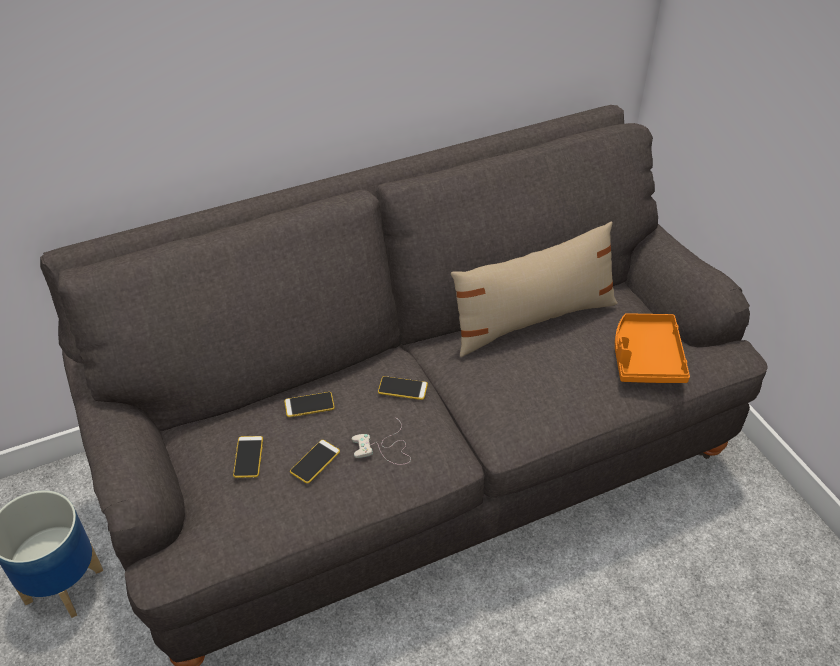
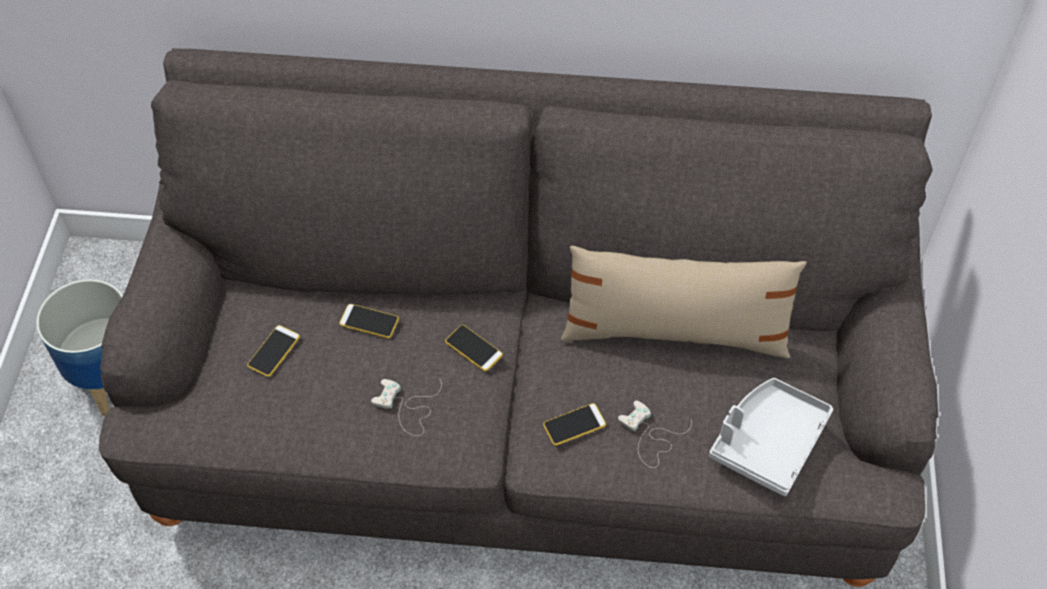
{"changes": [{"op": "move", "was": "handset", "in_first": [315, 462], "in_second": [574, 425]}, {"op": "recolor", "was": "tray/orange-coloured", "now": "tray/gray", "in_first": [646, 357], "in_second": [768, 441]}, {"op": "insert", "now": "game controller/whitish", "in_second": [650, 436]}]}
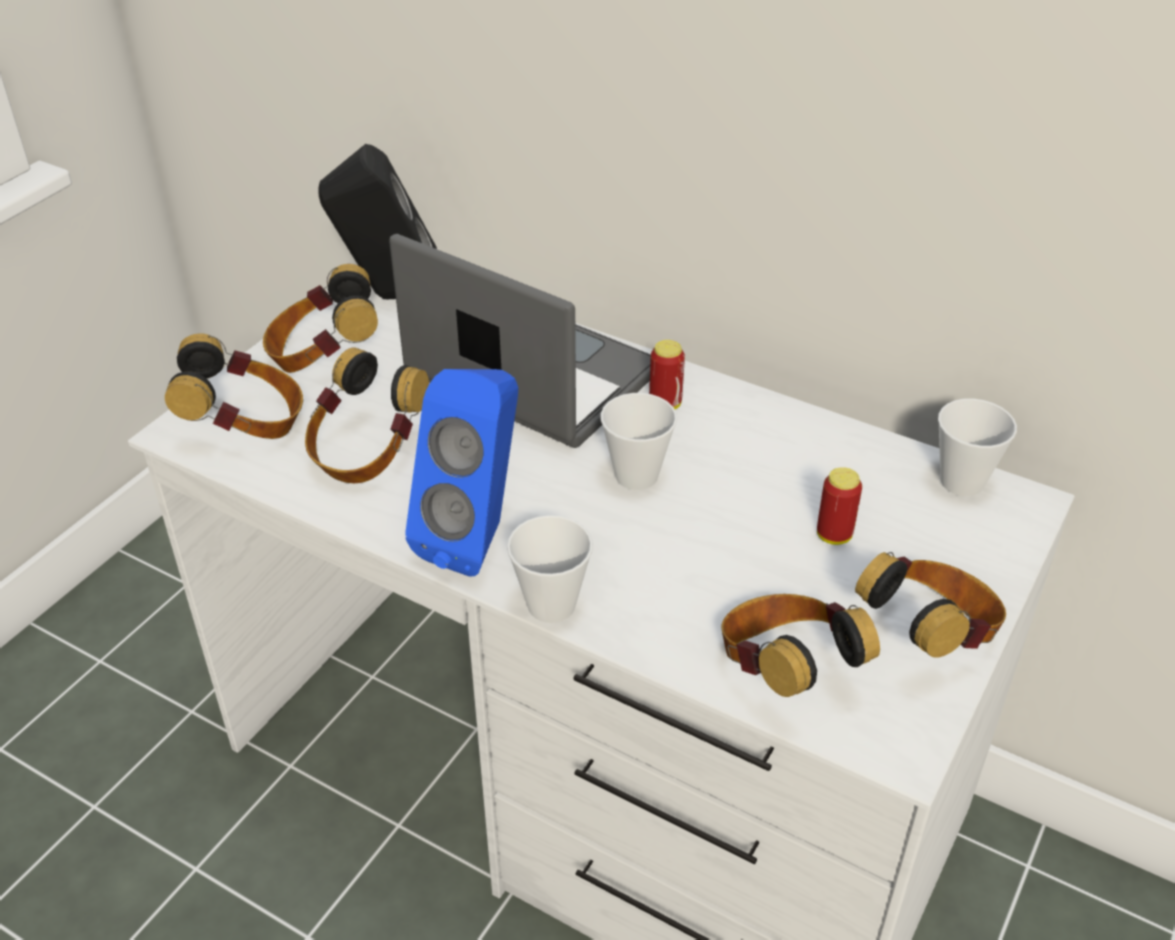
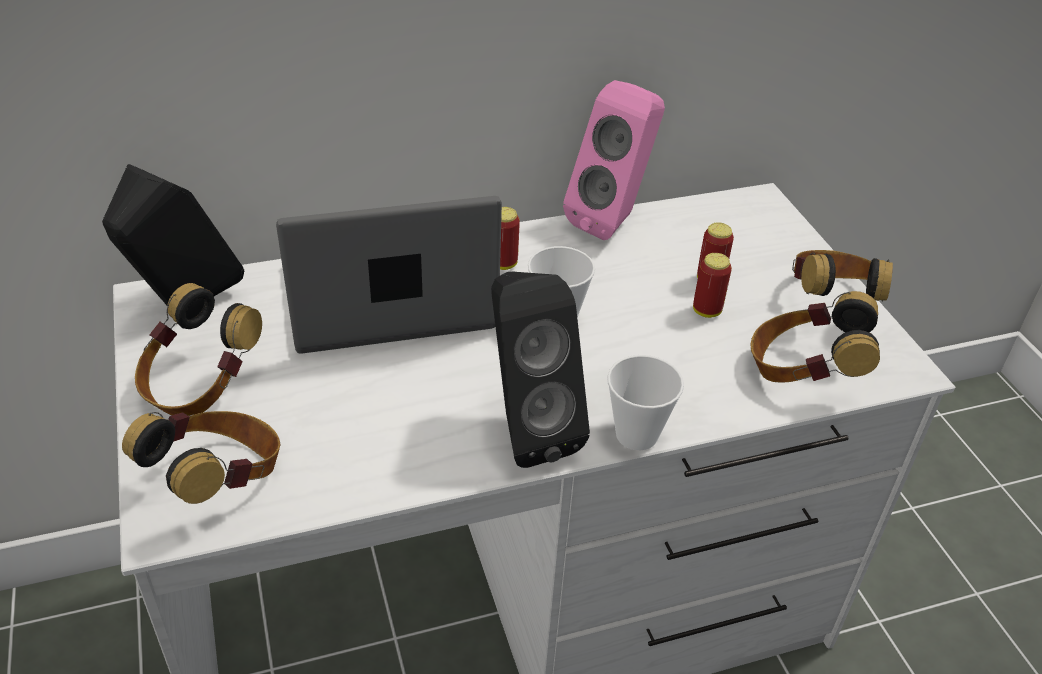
{"changes": [{"op": "delete", "was": "headphones", "in_first": [366, 453]}, {"op": "recolor", "was": "audio speaker/bluish", "now": "audio speaker/black-coloured", "in_first": [477, 538], "in_second": [526, 429]}, {"op": "delete", "was": "drinking cup", "in_first": [962, 482]}, {"op": "insert", "now": "audio speaker/pinkish", "in_second": [613, 220]}, {"op": "insert", "now": "metal can", "in_second": [707, 311]}]}
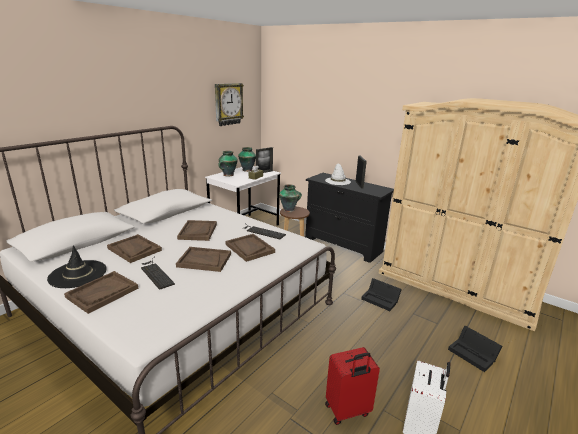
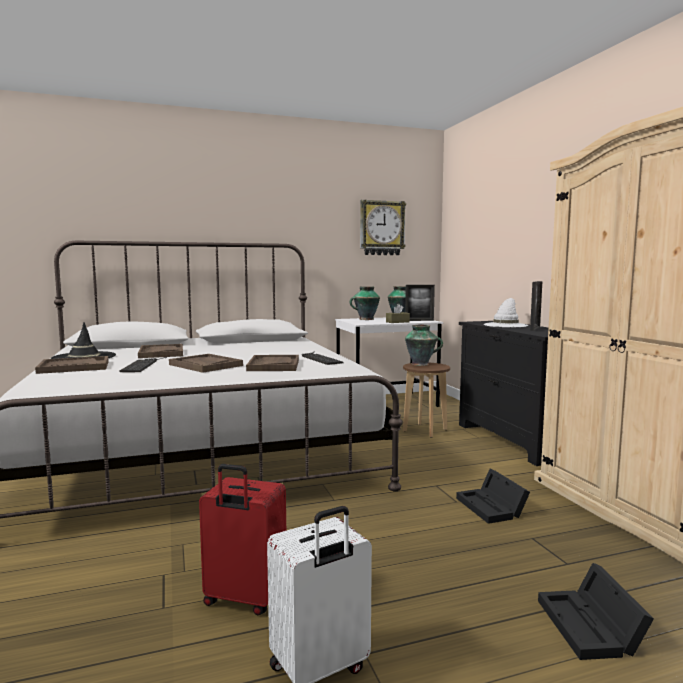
{"changes": [{"op": "delete", "was": "tray/brownish", "in_first": [198, 231]}]}
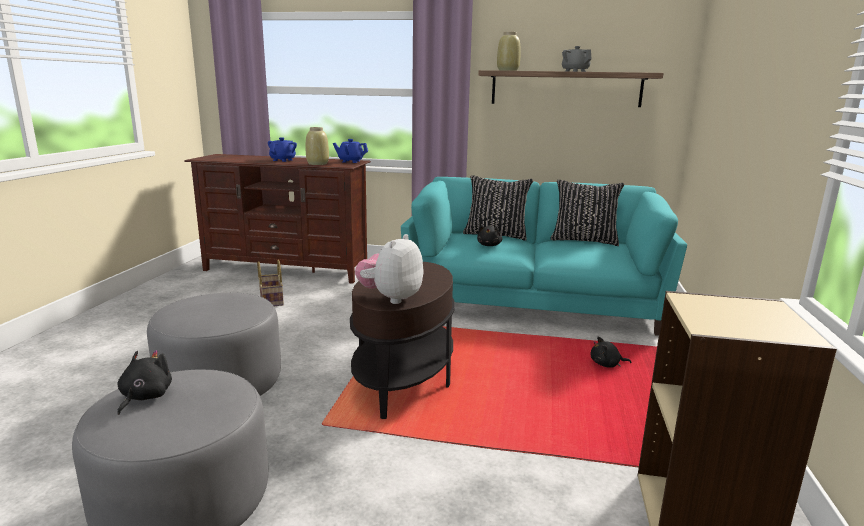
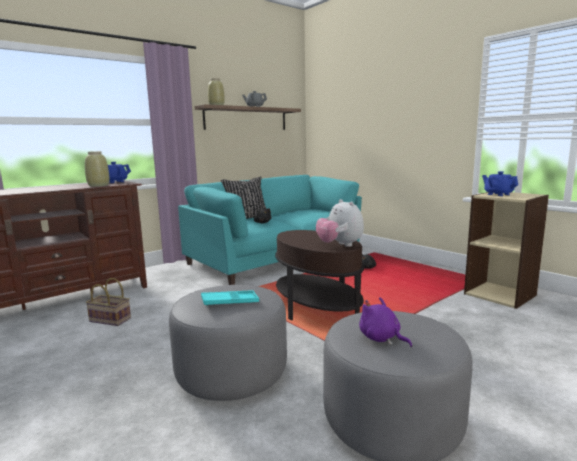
{"changes": [{"op": "recolor", "was": "soft toy/black-coloured", "now": "soft toy/purple-coloured", "in_first": [144, 397], "in_second": [381, 338]}, {"op": "move", "was": "pot for tea/bluish", "in_first": [283, 160], "in_second": [498, 194]}, {"op": "delete", "was": "cushion/black-coloured", "in_first": [584, 240]}, {"op": "insert", "now": "tray/turquoise-coloured", "in_second": [230, 302]}]}
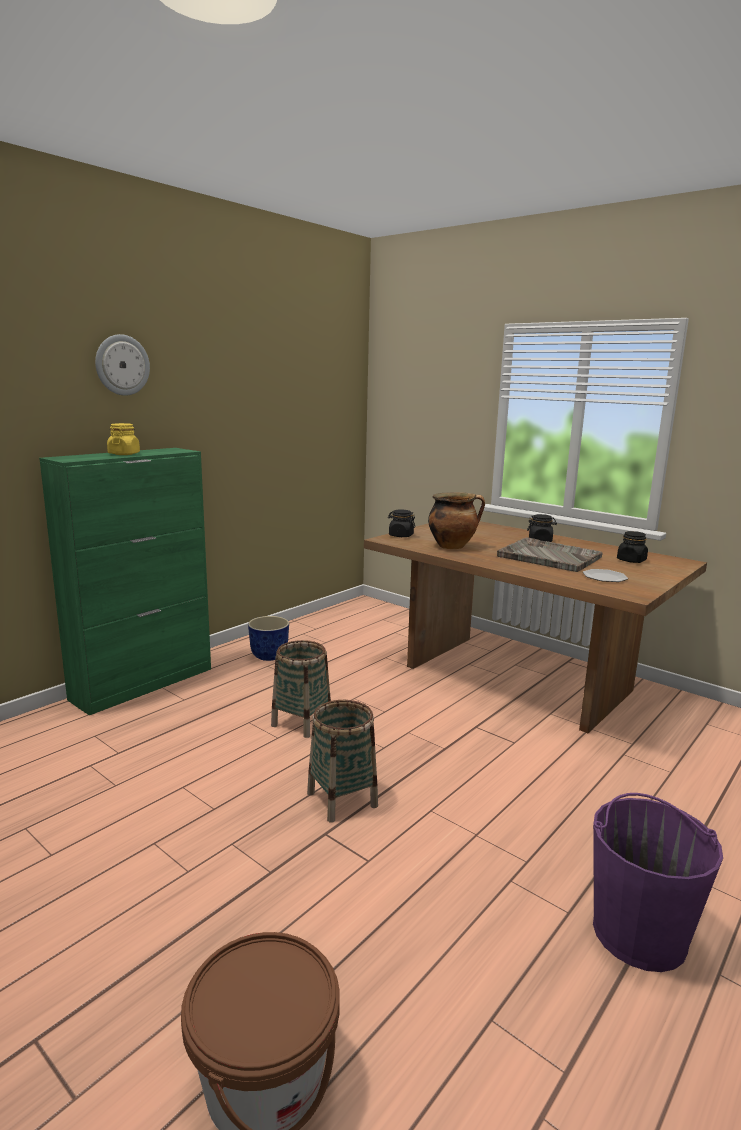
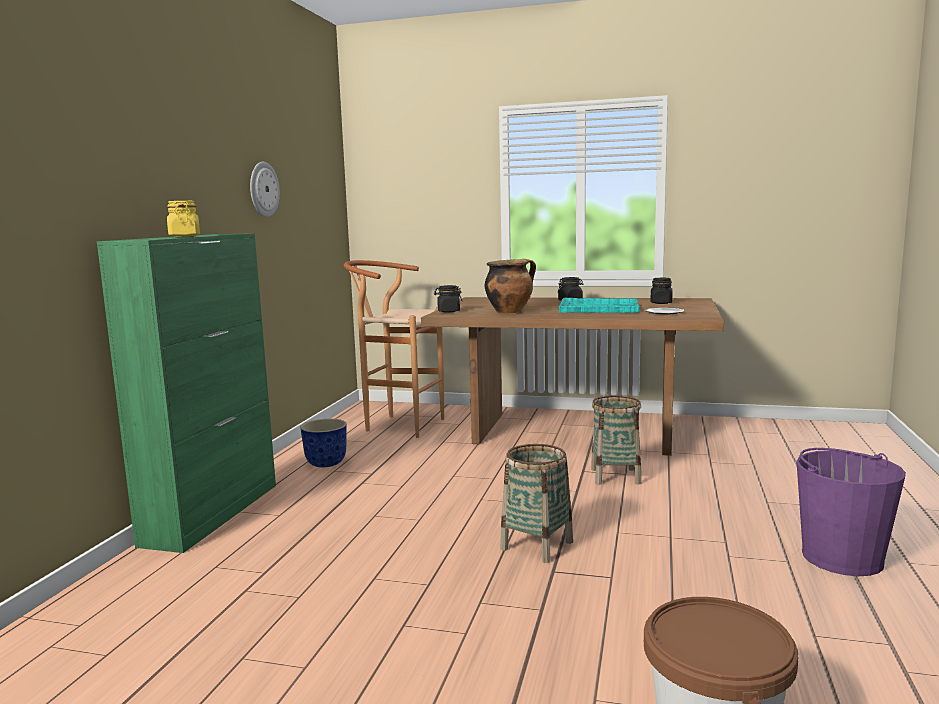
{"changes": [{"op": "move", "was": "hanging clock", "in_first": [122, 365], "in_second": [263, 189]}, {"op": "move", "was": "storage basket", "in_first": [301, 722], "in_second": [615, 476]}, {"op": "recolor", "was": "tray/gray", "now": "tray/turquoise-coloured", "in_first": [548, 556], "in_second": [598, 308]}, {"op": "insert", "now": "stool seat/brownish", "in_second": [397, 425]}]}
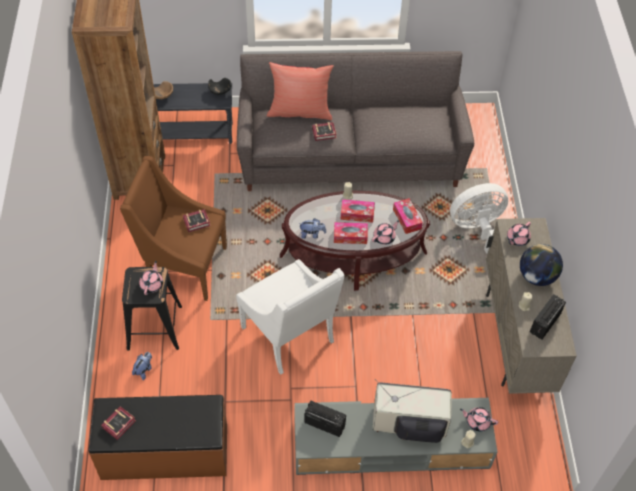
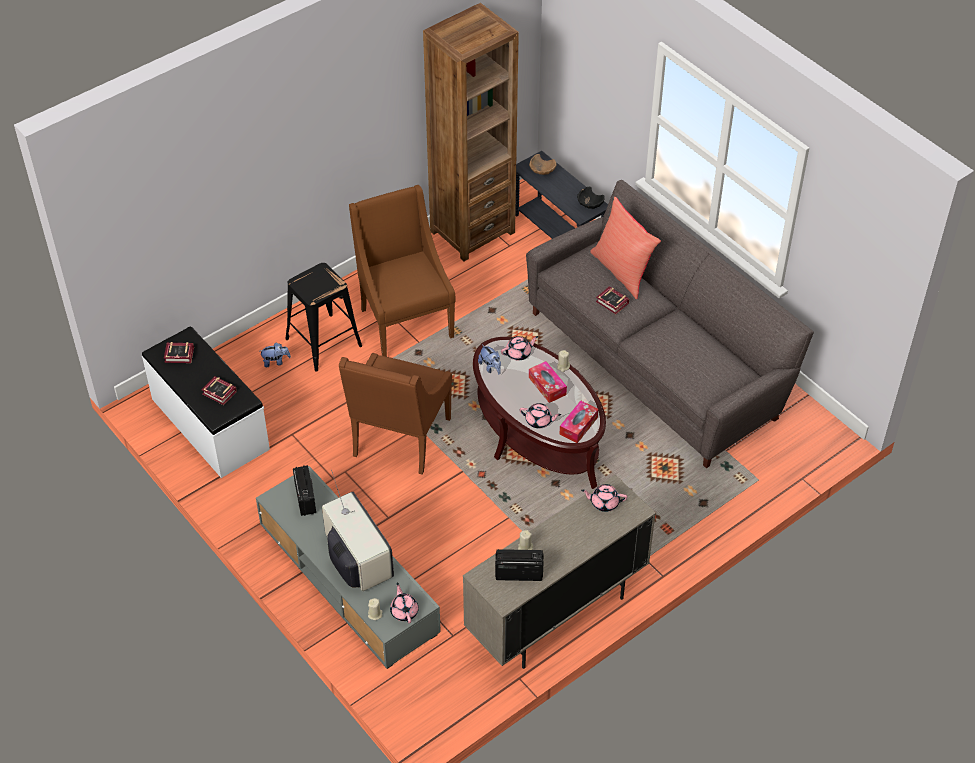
{"changes": [{"op": "recolor", "was": "long seat/brownish", "now": "long seat/whitish", "in_first": [165, 453], "in_second": [209, 424]}, {"op": "move", "was": "pot for tea/pinkish", "in_first": [152, 284], "in_second": [519, 353]}, {"op": "move", "was": "volume", "in_first": [198, 222], "in_second": [220, 394]}, {"op": "recolor", "was": "lounge chair/whitish", "now": "lounge chair/brownish", "in_first": [290, 336], "in_second": [399, 439]}, {"op": "delete", "was": "tissue box", "in_first": [350, 236]}, {"op": "delete", "was": "fan/whitish", "in_first": [479, 229]}, {"op": "delete", "was": "desk globe", "in_first": [536, 276]}]}
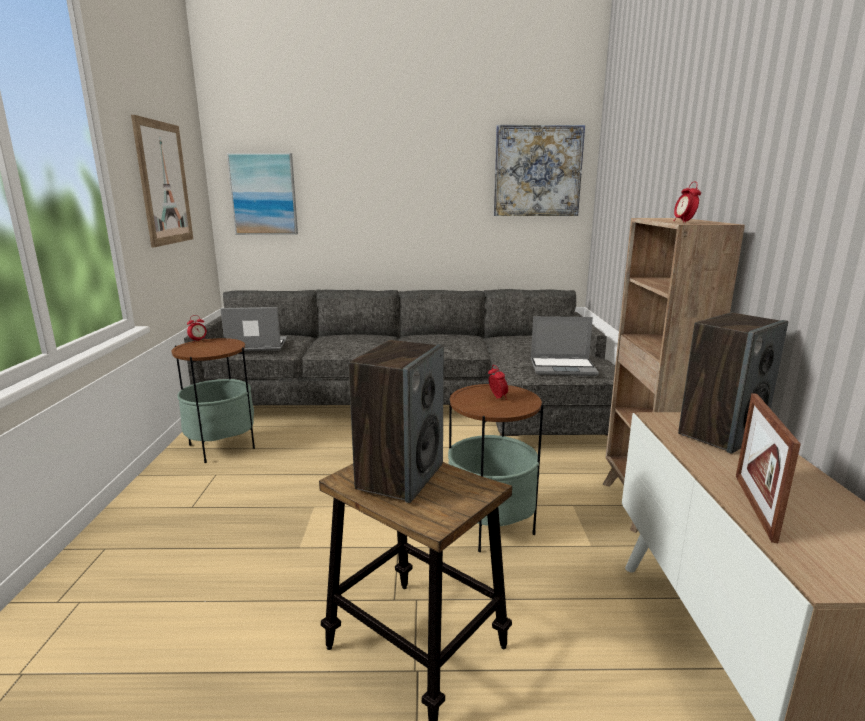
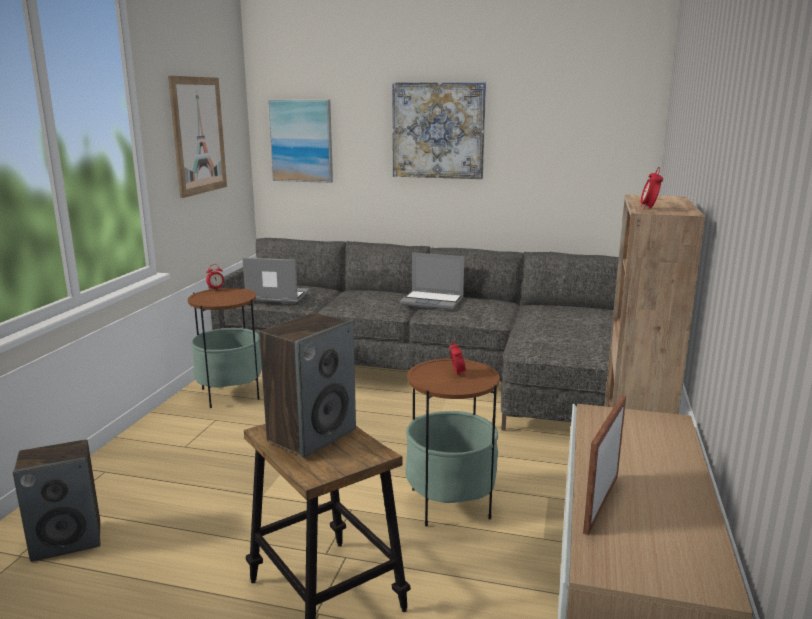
{"changes": [{"op": "move", "was": "wall picture", "in_first": [537, 171], "in_second": [438, 130]}, {"op": "move", "was": "portable computer", "in_first": [563, 368], "in_second": [433, 301]}, {"op": "move", "was": "audio speaker", "in_first": [721, 433], "in_second": [68, 540]}]}
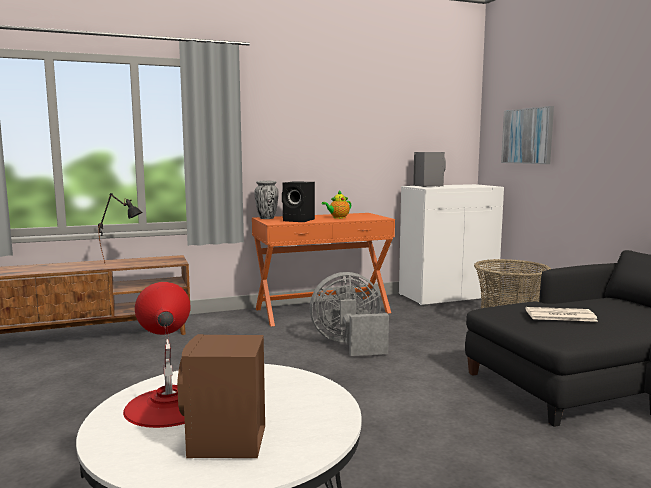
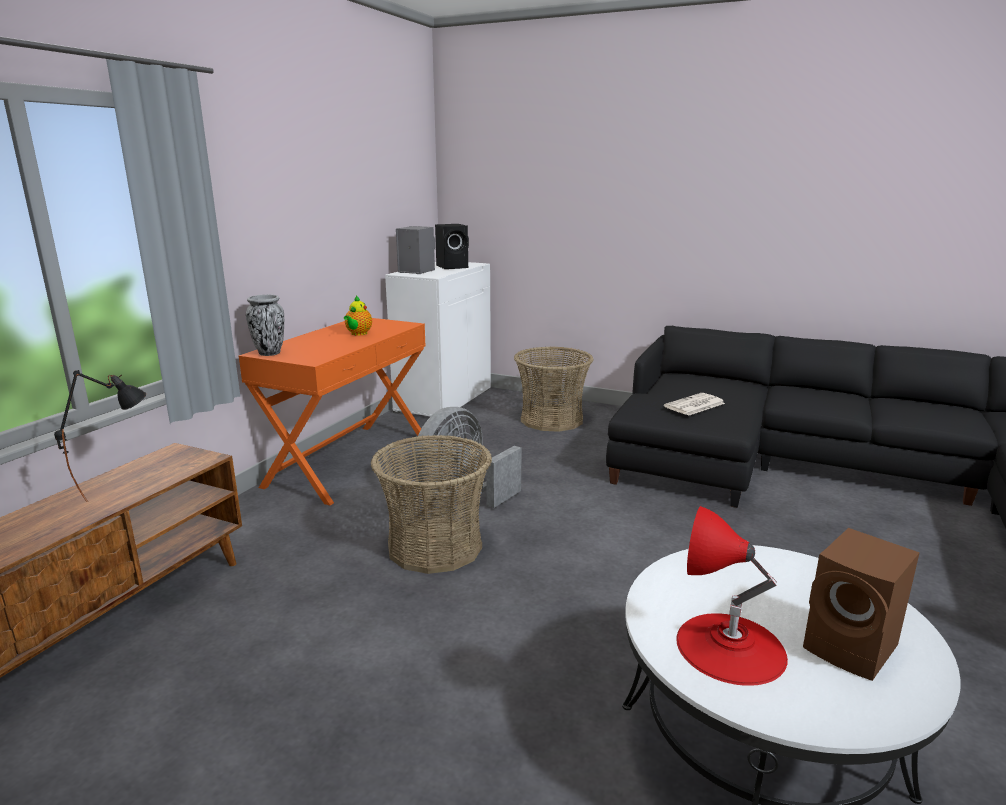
{"changes": [{"op": "move", "was": "audio speaker/black-coloured", "in_first": [299, 220], "in_second": [453, 267]}, {"op": "delete", "was": "wall picture", "in_first": [527, 136]}, {"op": "insert", "now": "storage basket", "in_second": [435, 546]}]}
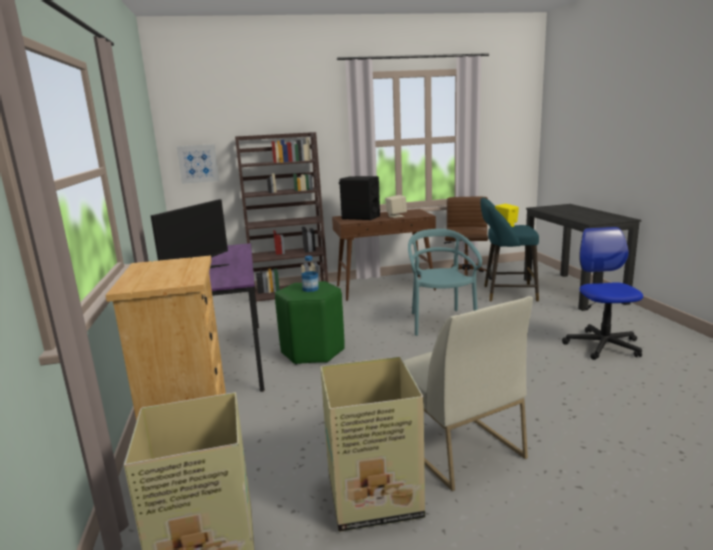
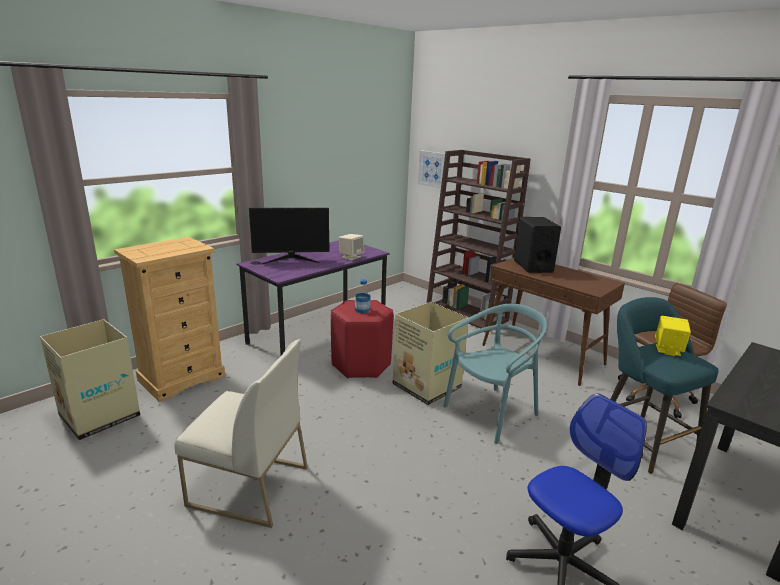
{"changes": [{"op": "recolor", "was": "stool seat/green-coloured", "now": "stool seat/red", "in_first": [312, 352], "in_second": [360, 365]}, {"op": "move", "was": "carton", "in_first": [376, 496], "in_second": [427, 387]}, {"op": "move", "was": "audio speaker/beige-coloured", "in_first": [396, 216], "in_second": [351, 257]}, {"op": "rotate", "was": "chair/whitish", "in_first": [456, 446], "in_second": [248, 486], "clockwise": -105}]}
